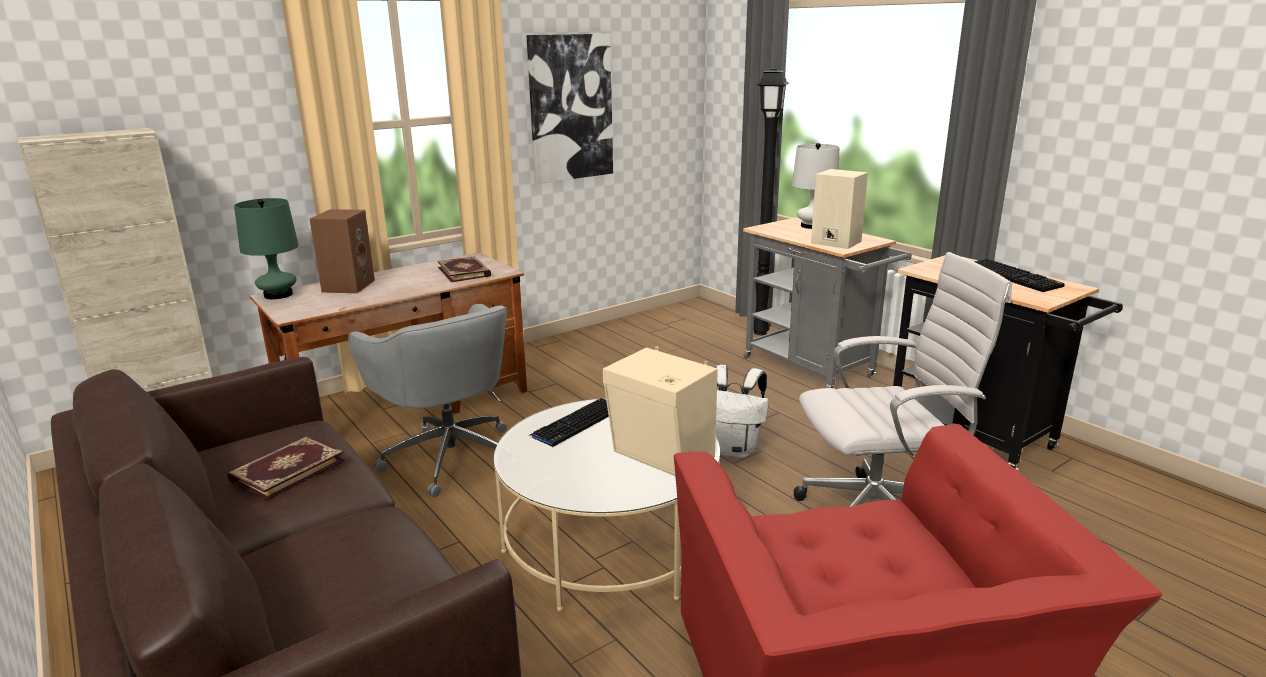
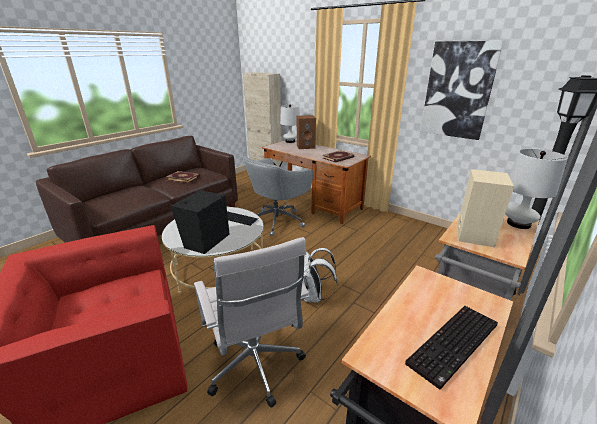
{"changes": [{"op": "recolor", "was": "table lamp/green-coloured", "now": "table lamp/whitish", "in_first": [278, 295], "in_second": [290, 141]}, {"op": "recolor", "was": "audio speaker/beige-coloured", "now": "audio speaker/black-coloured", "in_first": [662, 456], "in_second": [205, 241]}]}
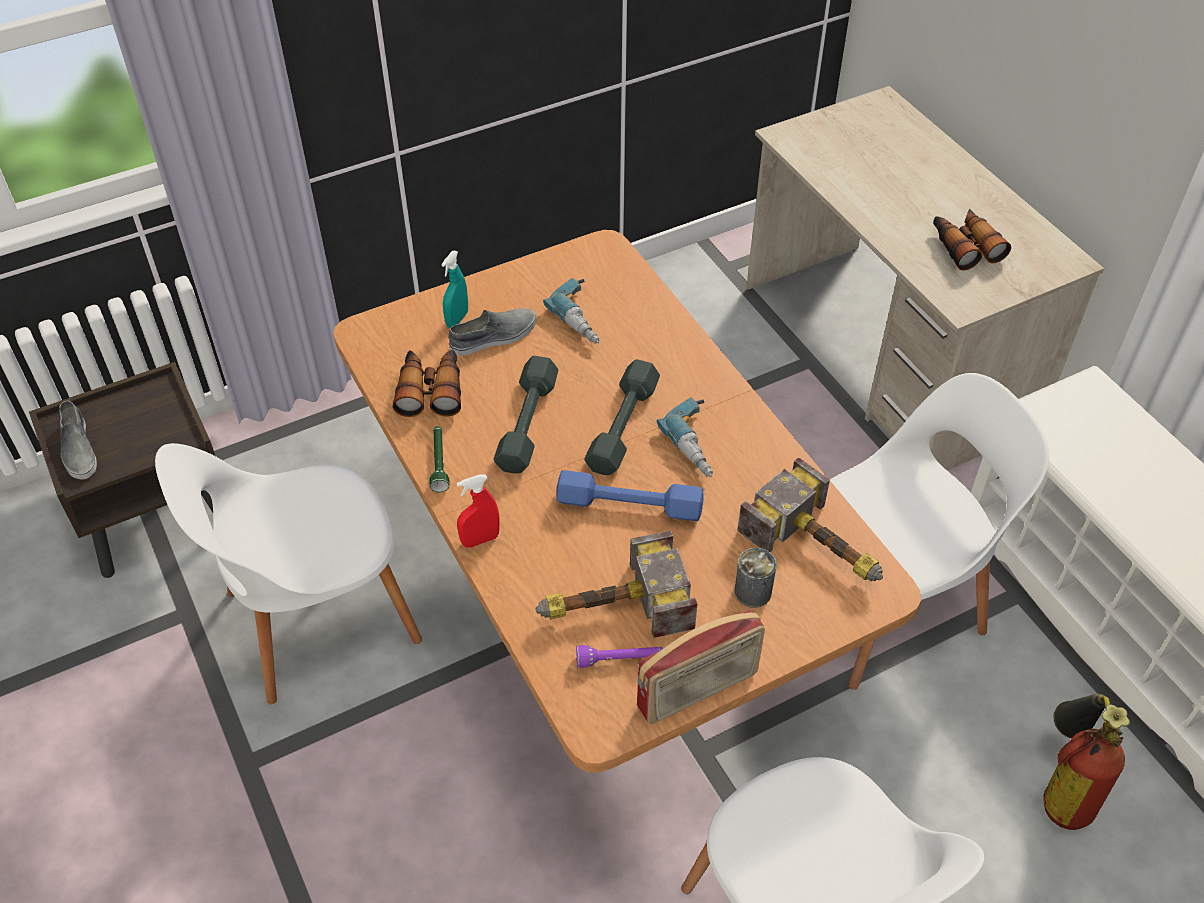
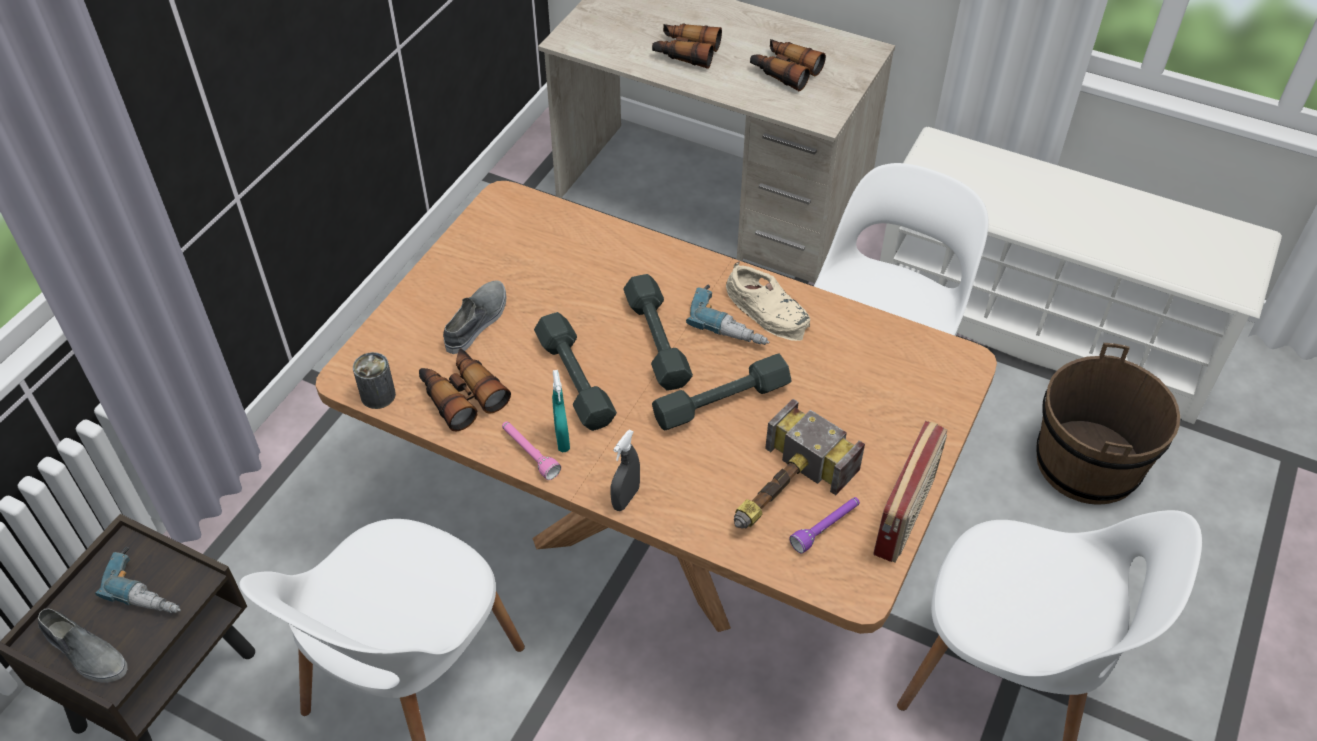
{"changes": [{"op": "recolor", "was": "hand torch/green-coloured", "now": "hand torch/pinkish", "in_first": [439, 463], "in_second": [529, 454]}, {"op": "move", "was": "sprayer/turquoise-coloured", "in_first": [457, 319], "in_second": [562, 439]}, {"op": "recolor", "was": "sprayer/red", "now": "sprayer/gray", "in_first": [480, 540], "in_second": [626, 498]}, {"op": "move", "was": "drill", "in_first": [584, 318], "in_second": [150, 587]}, {"op": "recolor", "was": "free weight/bluish", "now": "free weight/gray", "in_first": [629, 505], "in_second": [721, 402]}, {"op": "move", "was": "metal can", "in_first": [752, 592], "in_second": [378, 395]}, {"op": "delete", "was": "tool hammer", "in_first": [820, 548]}, {"op": "replace", "was": "fire-fighting cylinder", "now": "bucket/brownish", "in_first": [1062, 788], "in_second": [1087, 463]}, {"op": "insert", "now": "field glasses", "in_second": [685, 52]}, {"op": "insert", "now": "shoe/beige-coloured", "in_second": [768, 310]}]}
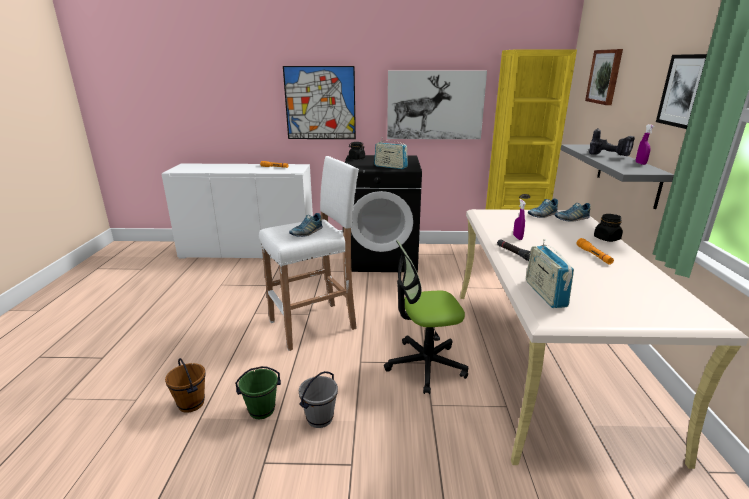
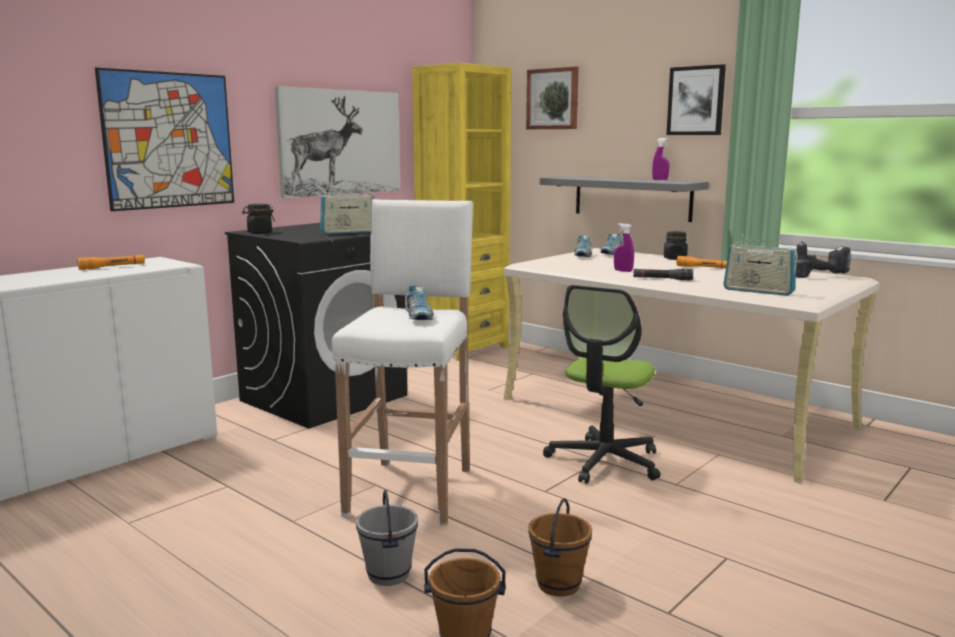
{"changes": [{"op": "recolor", "was": "bucket/green-coloured", "now": "bucket/brownish", "in_first": [262, 410], "in_second": [559, 585]}, {"op": "move", "was": "bucket/gray", "in_first": [319, 418], "in_second": [387, 575]}, {"op": "move", "was": "drill", "in_first": [610, 156], "in_second": [820, 276]}]}
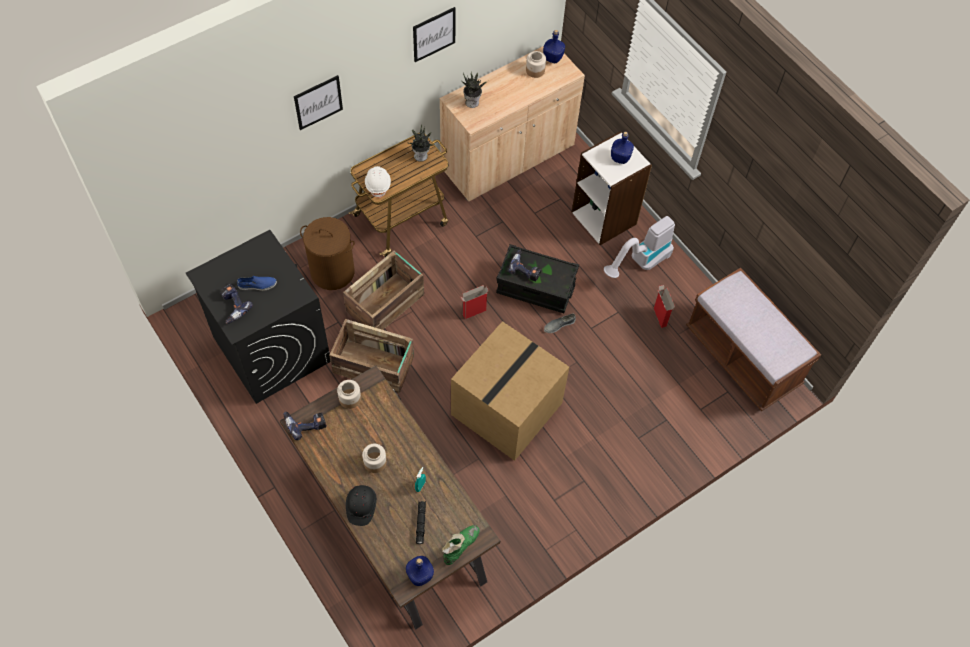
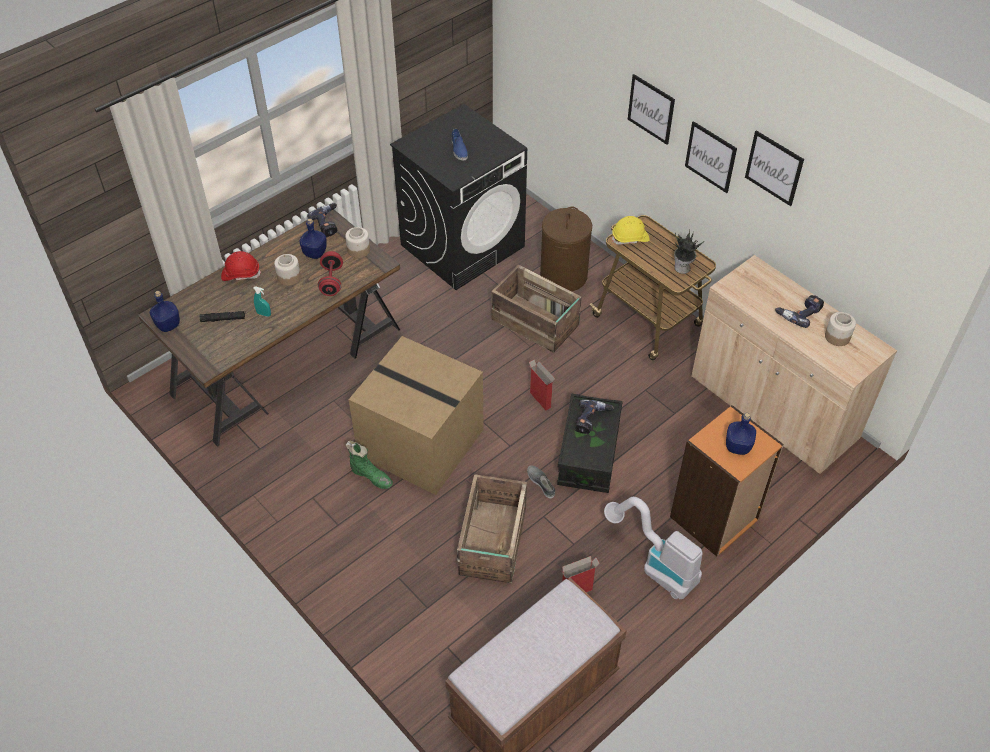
{"changes": [{"op": "move", "was": "drill", "in_first": [232, 307], "in_second": [799, 313]}, {"op": "move", "was": "packing crate", "in_first": [374, 366], "in_second": [492, 542]}, {"op": "recolor", "was": "safety helmet/black-coloured", "now": "safety helmet/red", "in_first": [361, 507], "in_second": [241, 274]}, {"op": "recolor", "was": "safety helmet/whitish", "now": "safety helmet/yellow", "in_first": [378, 184], "in_second": [630, 238]}, {"op": "move", "was": "tall boot/green-coloured", "in_first": [459, 546], "in_second": [371, 476]}, {"op": "delete", "was": "plant in a pot", "in_first": [472, 102]}, {"op": "move", "was": "beverage bottle/bluish", "in_first": [553, 58], "in_second": [315, 253]}, {"op": "recolor", "was": "shelving unit/whitish", "now": "shelving unit/orange-coloured", "in_first": [604, 218], "in_second": [714, 519]}, {"op": "insert", "now": "free weight/red", "in_second": [331, 281]}, {"op": "insert", "now": "wall picture", "in_second": [710, 157]}]}
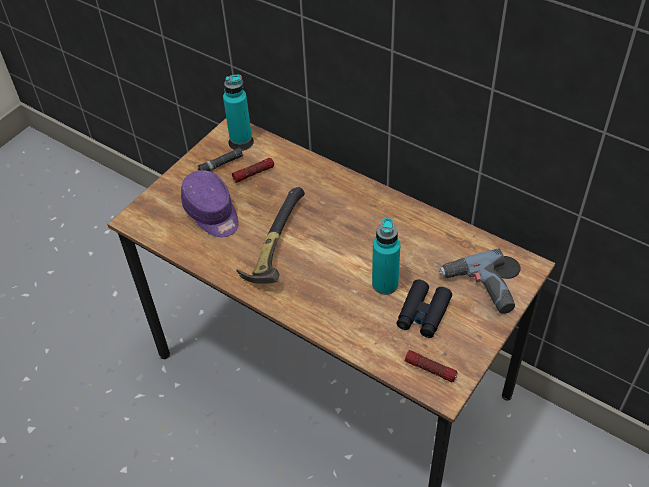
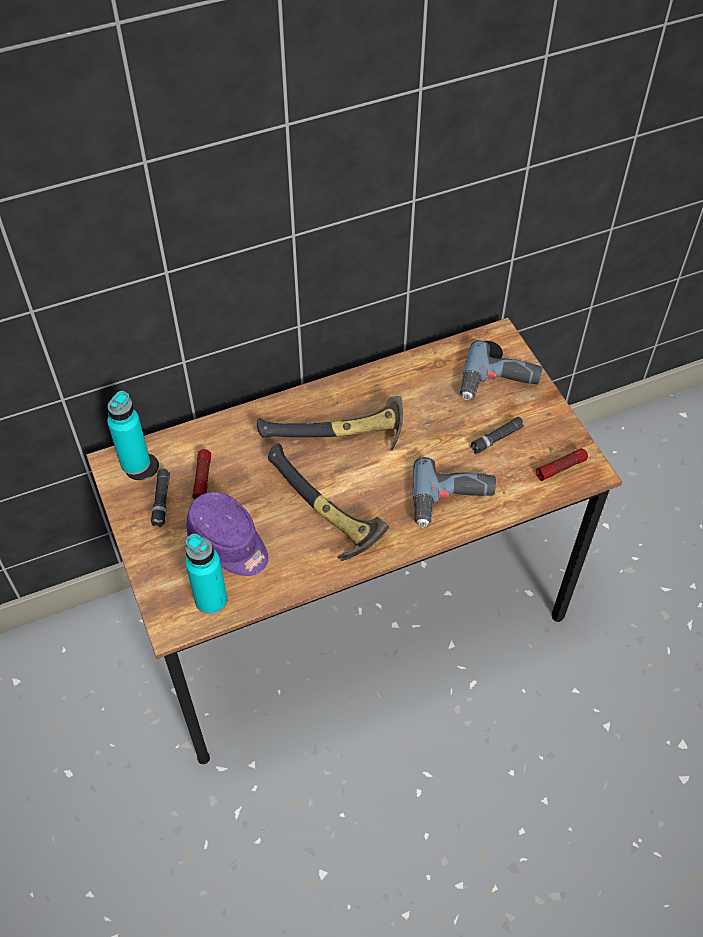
{"changes": [{"op": "rotate", "was": "baseball cap/purple-coloured", "in_first": [212, 213], "in_second": [229, 544], "clockwise": 45}, {"op": "move", "was": "beverage bottle/turquoise-coloured", "in_first": [385, 284], "in_second": [211, 600]}, {"op": "replace", "was": "field glasses/black-coloured", "now": "hand torch/black-coloured", "in_first": [423, 313], "in_second": [496, 439]}, {"op": "insert", "now": "tool hammer", "in_second": [337, 437]}, {"op": "insert", "now": "drill", "in_second": [452, 501]}]}
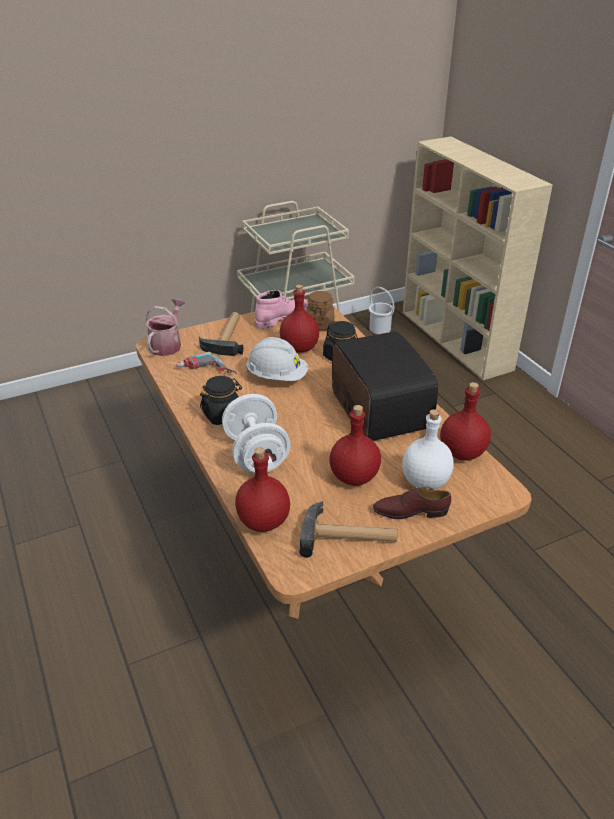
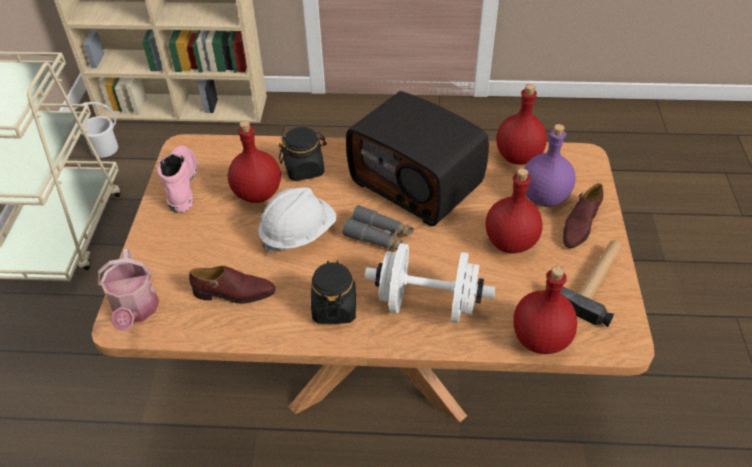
{"changes": [{"op": "rotate", "was": "sprinkling can", "in_first": [167, 344], "in_second": [135, 311], "clockwise": -150}, {"op": "replace", "was": "drill", "now": "shoe/brownish", "in_first": [206, 372], "in_second": [234, 293]}, {"op": "delete", "was": "tool hammer", "in_first": [227, 337]}, {"op": "delete", "was": "jar/brownish", "in_first": [320, 325]}, {"op": "rotate", "was": "radio set", "in_first": [377, 410], "in_second": [418, 182], "clockwise": -150}, {"op": "recolor", "was": "beverage bottle/whitish", "now": "beverage bottle/purple-coloured", "in_first": [425, 482], "in_second": [544, 198]}, {"op": "insert", "now": "field glasses/gray", "in_second": [378, 236]}]}
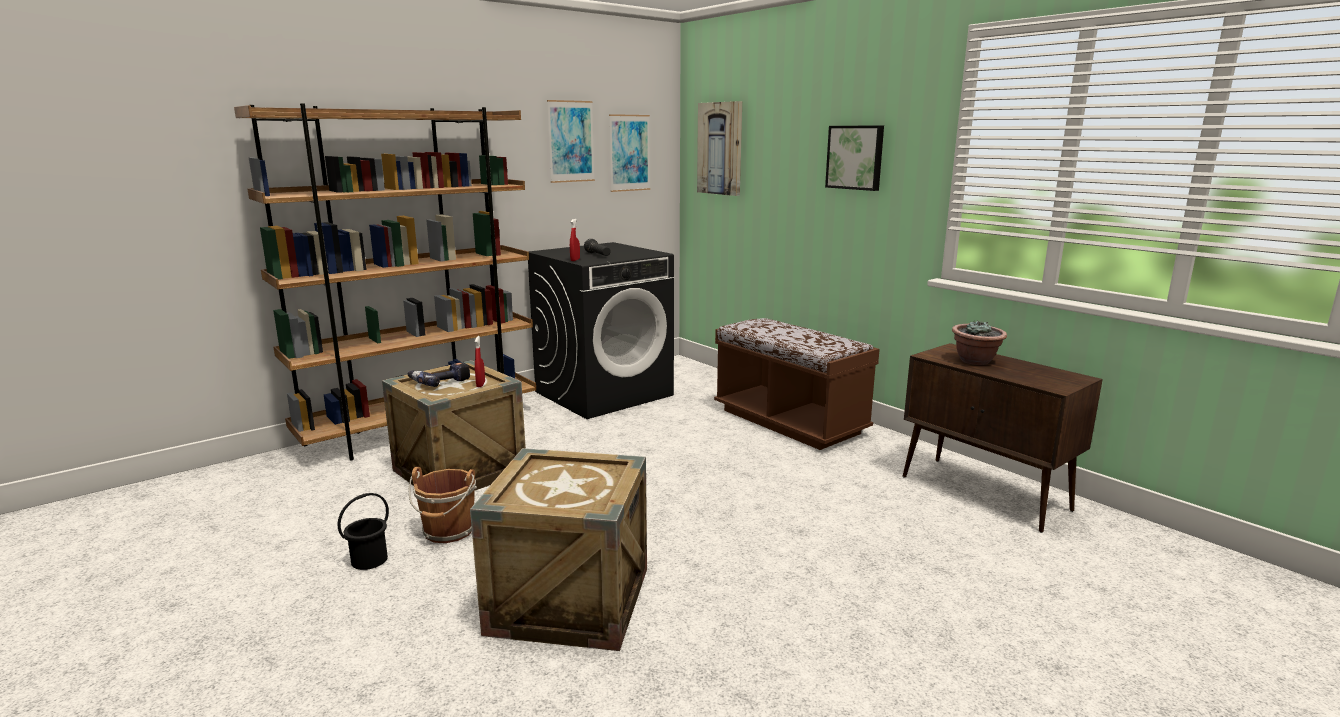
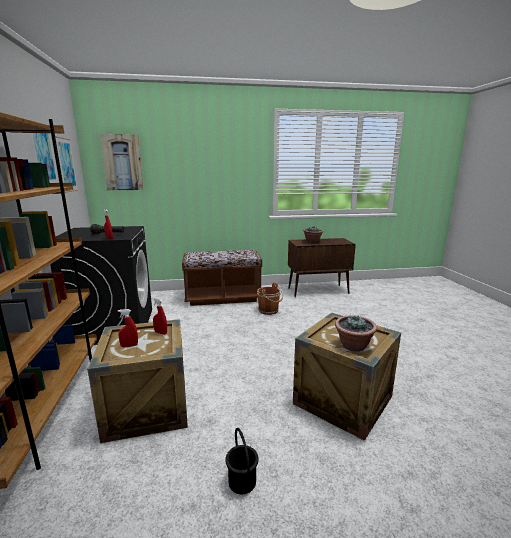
{"changes": [{"op": "replace", "was": "drill", "now": "sprayer/red", "in_first": [440, 381], "in_second": [129, 346]}, {"op": "move", "was": "bucket/brownish", "in_first": [448, 532], "in_second": [269, 311]}, {"op": "delete", "was": "wall picture", "in_first": [855, 157]}, {"op": "insert", "now": "plant in a pot", "in_second": [353, 346]}]}
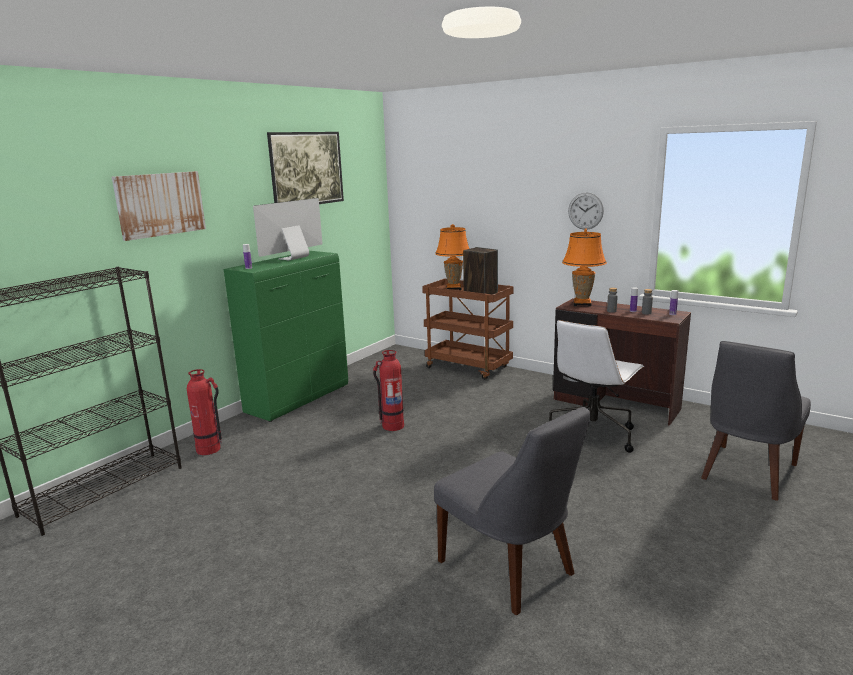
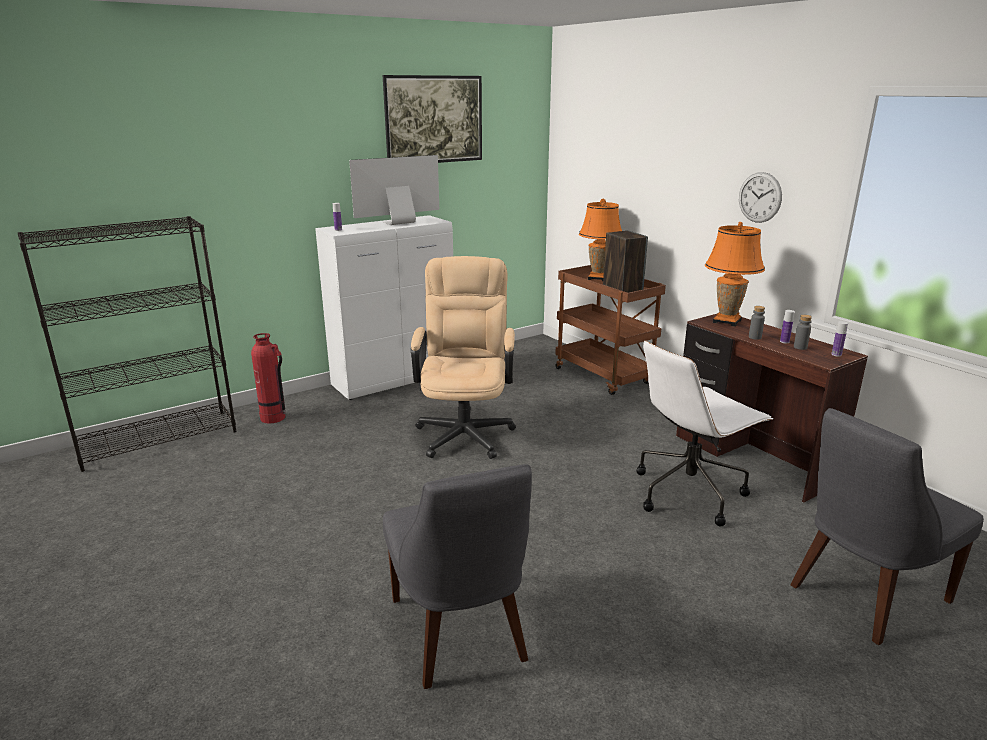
{"changes": [{"op": "delete", "was": "wall picture", "in_first": [160, 204]}, {"op": "recolor", "was": "cupboard/green-coloured", "now": "cupboard/whitish", "in_first": [299, 399], "in_second": [395, 380]}, {"op": "replace", "was": "fire-fighting cylinder", "now": "office chair/beige-coloured", "in_first": [392, 426], "in_second": [465, 430]}]}
